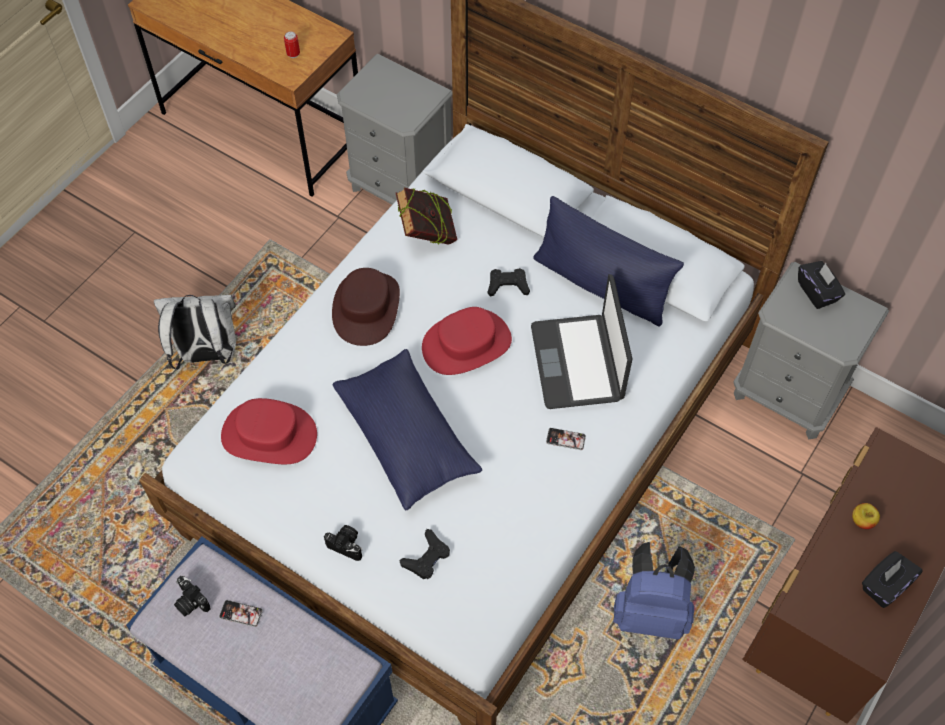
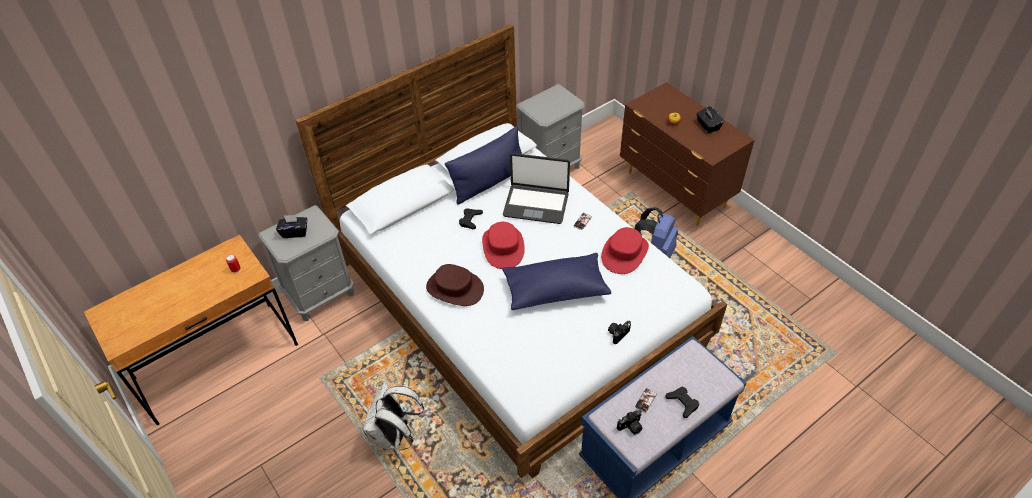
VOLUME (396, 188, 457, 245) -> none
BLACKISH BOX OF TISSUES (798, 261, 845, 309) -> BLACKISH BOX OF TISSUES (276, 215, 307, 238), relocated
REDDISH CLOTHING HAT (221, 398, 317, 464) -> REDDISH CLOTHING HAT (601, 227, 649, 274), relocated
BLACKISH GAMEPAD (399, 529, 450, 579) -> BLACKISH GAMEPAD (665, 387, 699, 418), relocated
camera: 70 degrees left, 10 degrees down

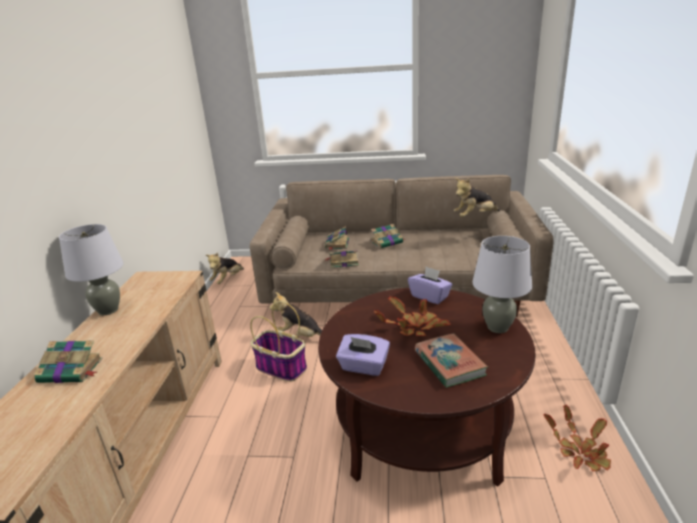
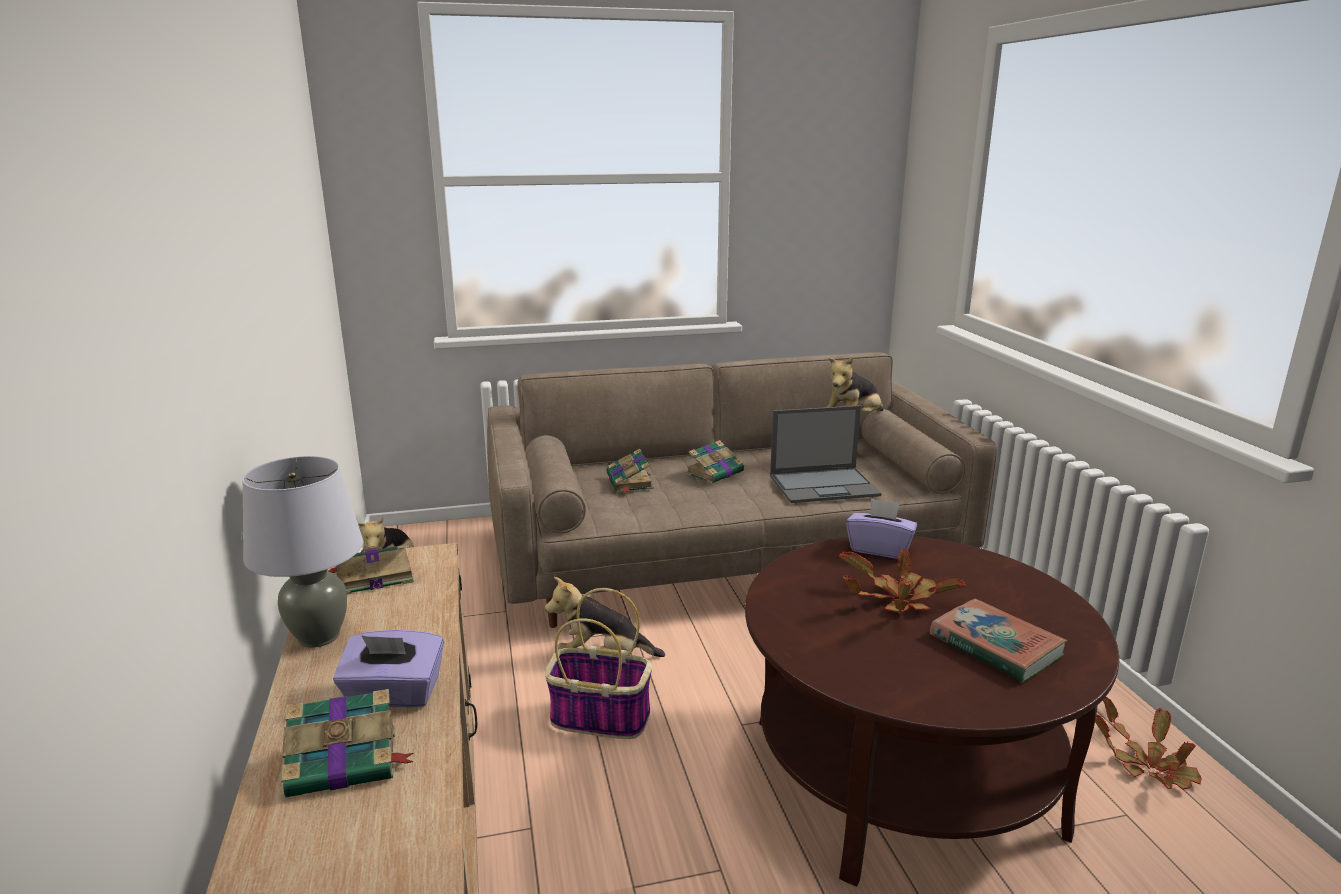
GREYISH TABLETOP LAMP (472, 236, 532, 333) -> none
VOLUME (325, 250, 359, 268) -> VOLUME (328, 544, 414, 594), relocated
PURPLISH BOX OF TISSUES (336, 334, 390, 376) -> PURPLISH BOX OF TISSUES (333, 630, 444, 708), relocated
none -> NOTEBOOK COMPUTER (770, 405, 881, 503)
camera: 20 degrees left, 5 degrees down

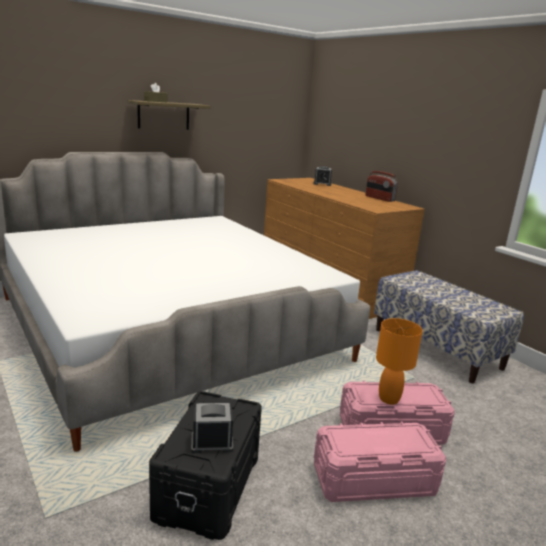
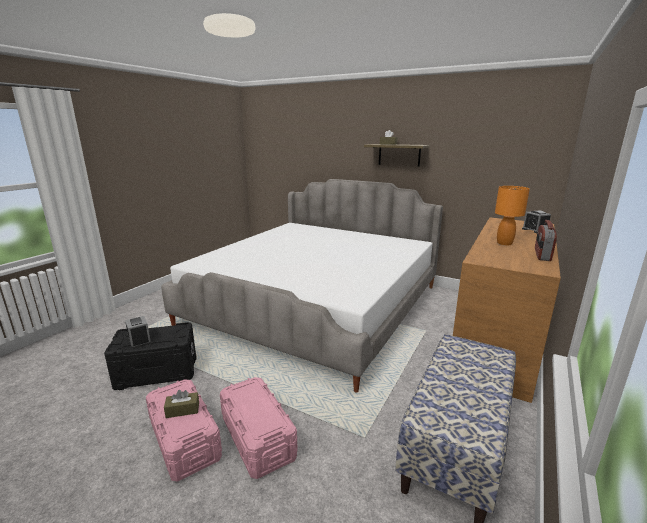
ORANGE-COLOURED TABLETOP LAMP (376, 318, 423, 405) -> ORANGE-COLOURED TABLETOP LAMP (495, 186, 530, 246), relocated
none -> BROWN-COLOURED BOX OF TISSUES (164, 390, 199, 418)
camera: 65 degrees right, 0 degrees up

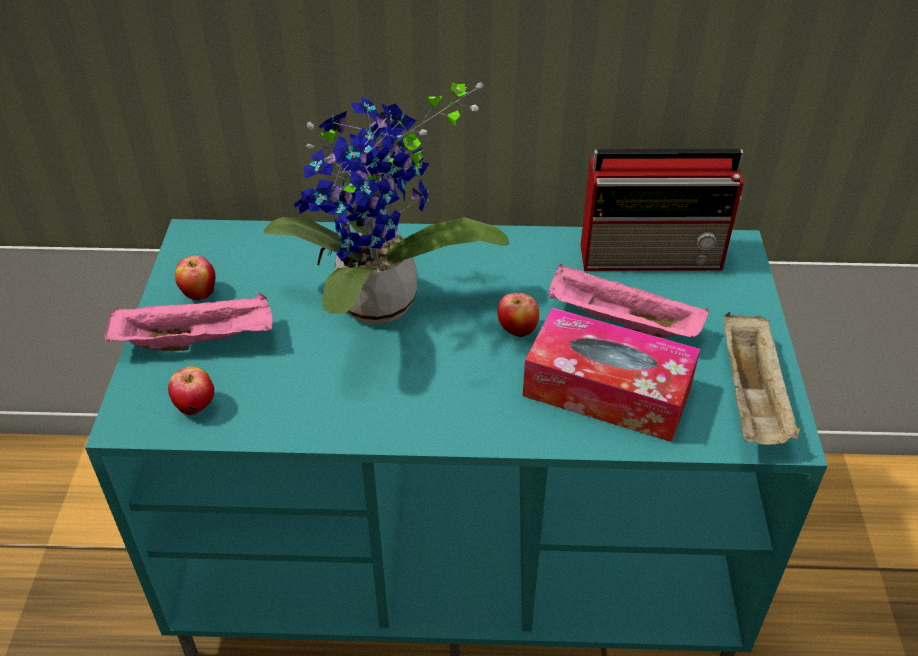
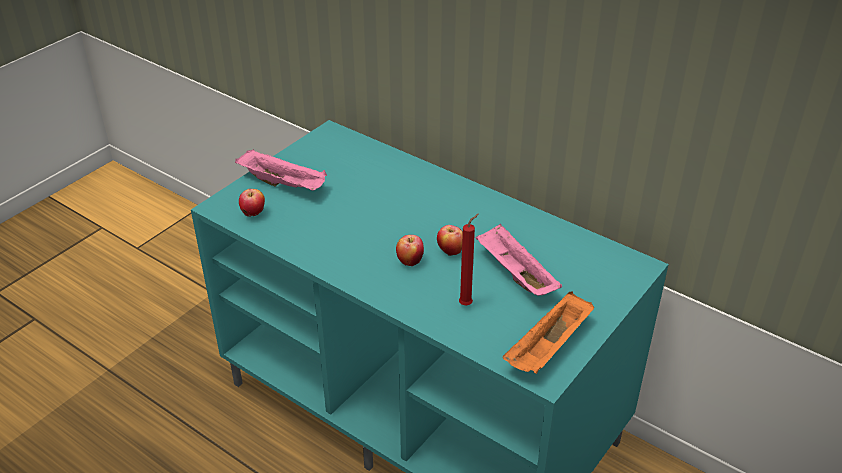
HOUSEPLANT (264, 82, 509, 324) -> none
RADIO RECEIVER (581, 149, 744, 271) -> none
WHOLE APPLE (175, 255, 215, 300) -> WHOLE APPLE (396, 235, 424, 266), relocated
BOX OF TISSUES (523, 308, 700, 442) -> REDDISH WAX LIGHT (459, 213, 479, 305)
SAND-COLOURED TRAY (723, 312, 800, 445) -> ORANGE-COLOURED TRAY (503, 291, 594, 374)
camera: 35 degrees right, 5 degrees down

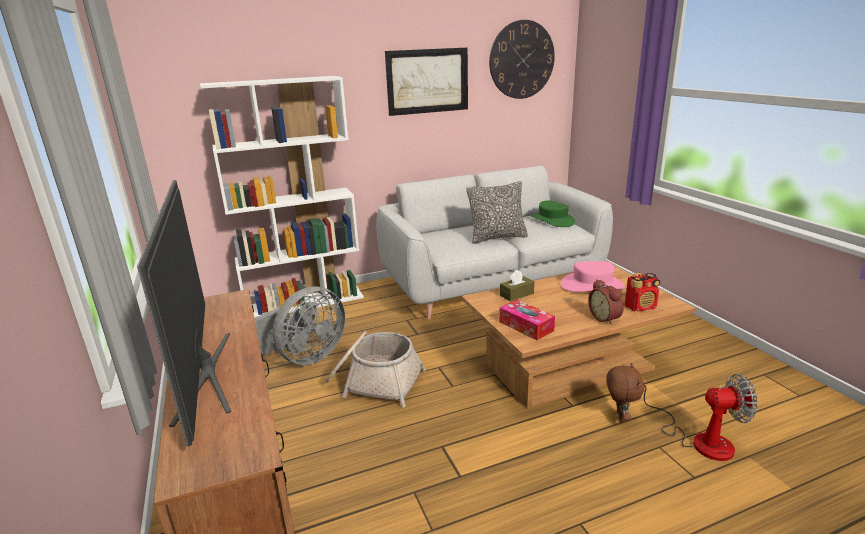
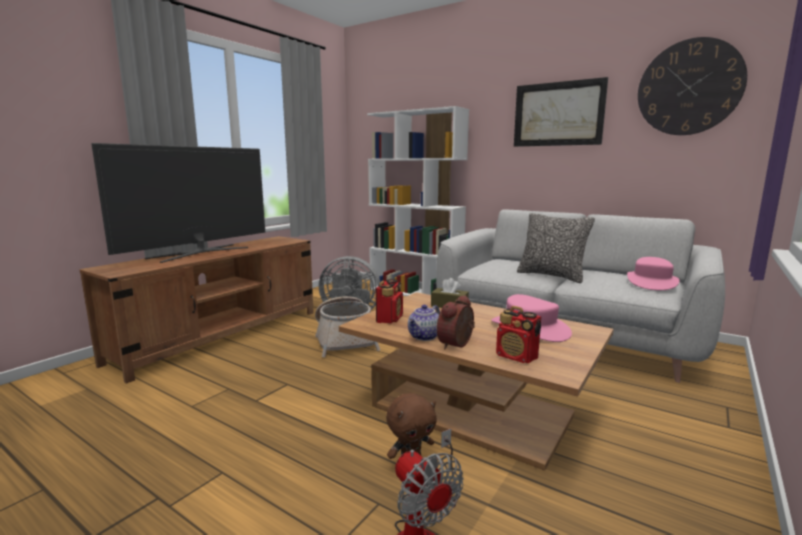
GREENISH CLOTHING HAT (531, 200, 575, 227) -> PINKISH CLOTHING HAT (627, 257, 679, 290)
BOX OF TISSUES (499, 300, 555, 340) -> RADIO RECEIVER (376, 279, 403, 324)
none -> TEAPOT (408, 305, 440, 341)
camera: 55 degrees right, 10 degrees down

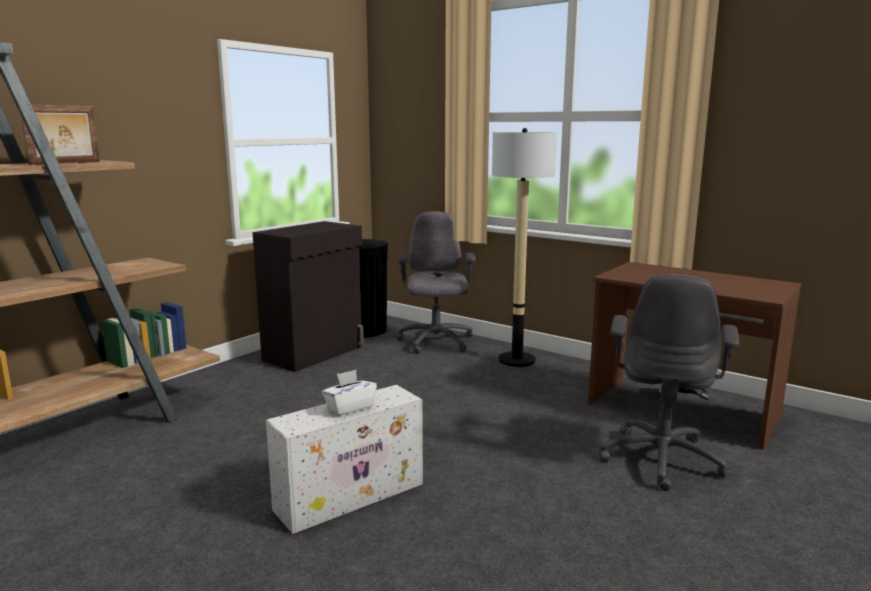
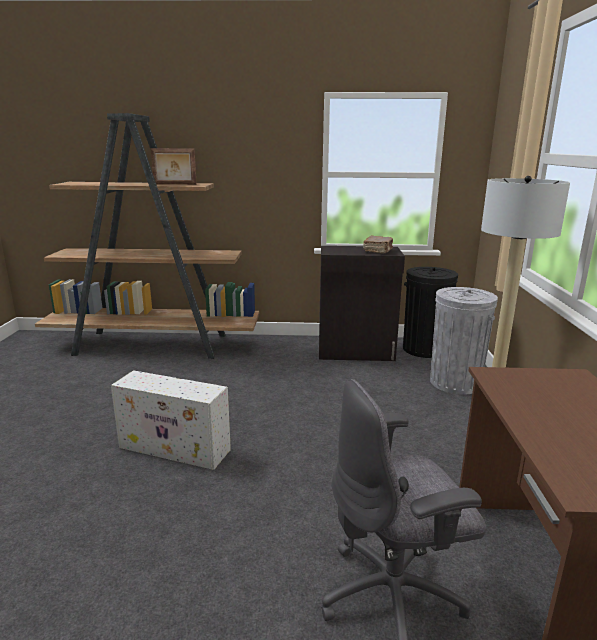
GREYISH OFFICE CHAIR (397, 211, 476, 354) -> GREYISH TRASH CAN (430, 287, 498, 395)
WHITE-COLOURED BOX OF TISSUES (322, 370, 377, 416) -> none
none -> BROWN-COLOURED VOLUME (363, 236, 393, 253)
camera: 55 degrees right, 5 degrees up

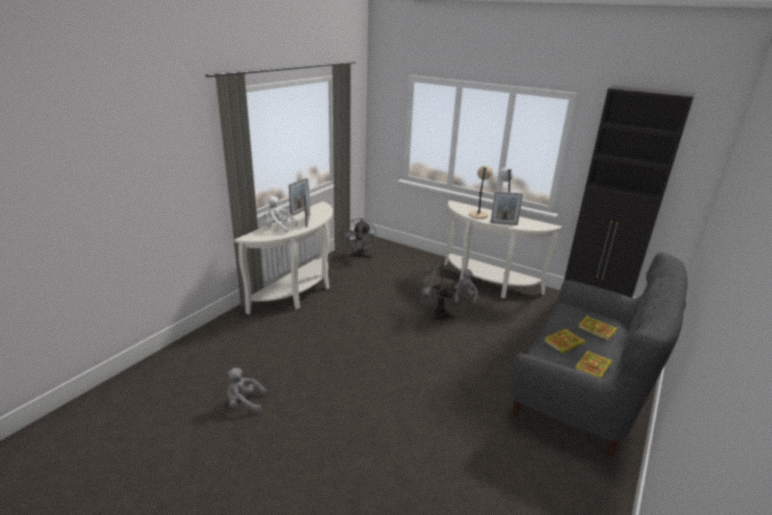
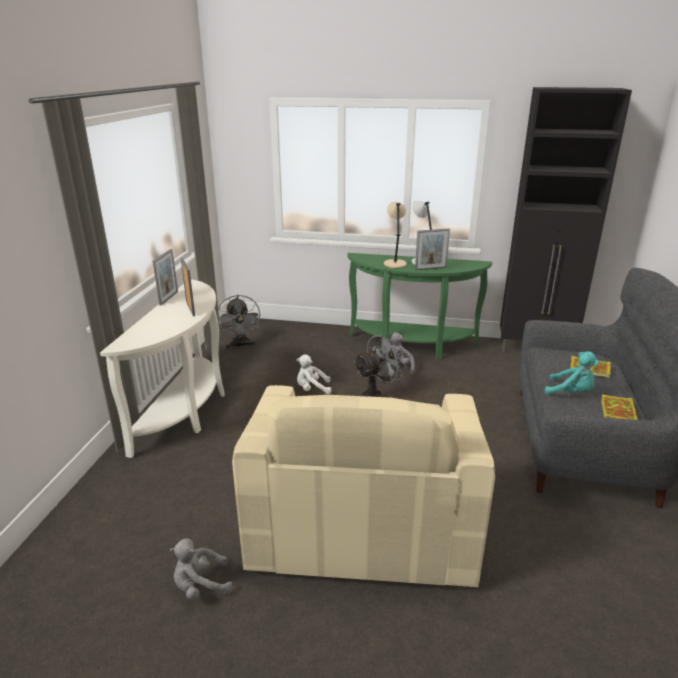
WHITE-COLOURED SOFT TOY (266, 196, 298, 233) -> WHITE-COLOURED SOFT TOY (296, 354, 331, 394), relocated
WHITE-COLOURED CONSOLE TABLE (444, 200, 562, 298) -> GREENISH CONSOLE TABLE (347, 253, 492, 360)
GREYISH ELECTRIC FAN (420, 265, 457, 321) -> GREYISH ELECTRIC FAN (354, 333, 406, 397), 150 degrees clockwise
VOLUME (544, 329, 585, 353) -> BLUE-GREEN SOFT TOY (545, 351, 599, 395)
none -> SAND-COLOURED LOUNGE CHAIR (232, 385, 495, 587)
camera: 20 degrees left, 0 degrees up

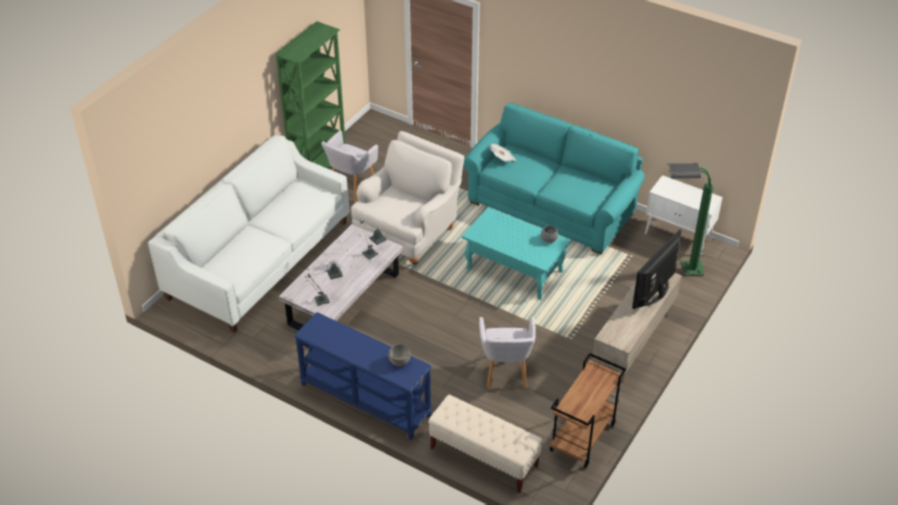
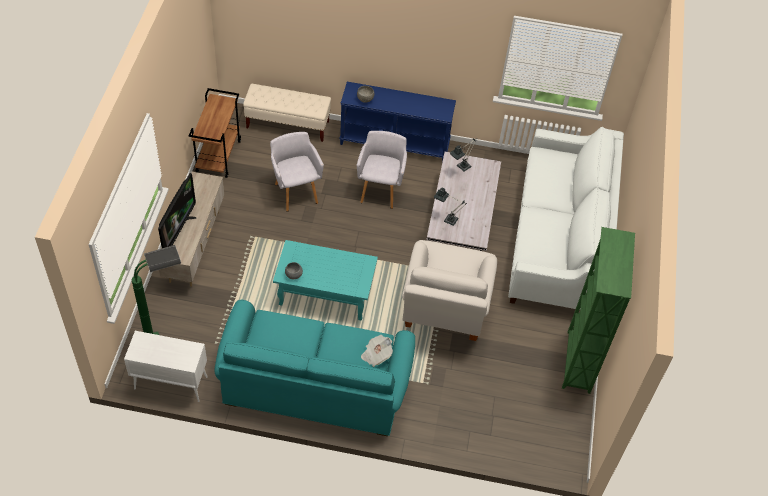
GREYISH LOUNGE CHAIR (321, 130, 378, 202) -> GREYISH LOUNGE CHAIR (357, 131, 407, 209), relocated
camera: 155 degrees right, 10 degrees up

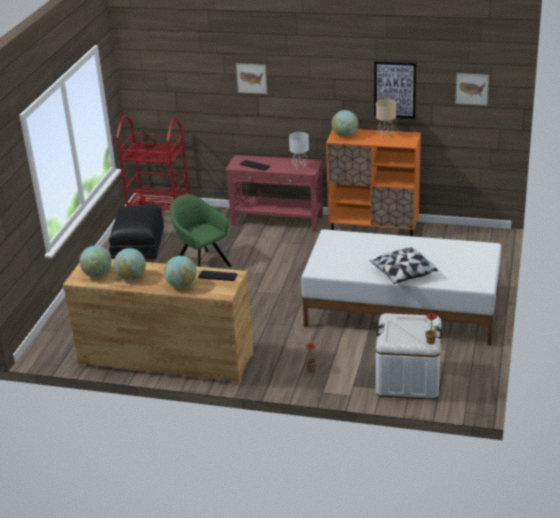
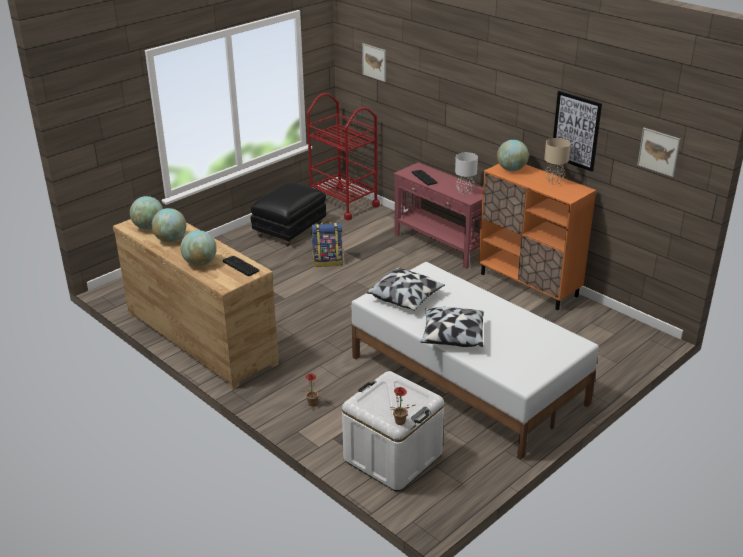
PICTURE (236, 63, 267, 94) -> PICTURE (362, 43, 386, 82), relocated
GREENISH LOUNGE CHAIR (169, 194, 232, 267) -> BACKPACK (311, 222, 343, 267)
none -> CUSHION (367, 267, 445, 311)
camera: 30 degrees right, 0 degrees up

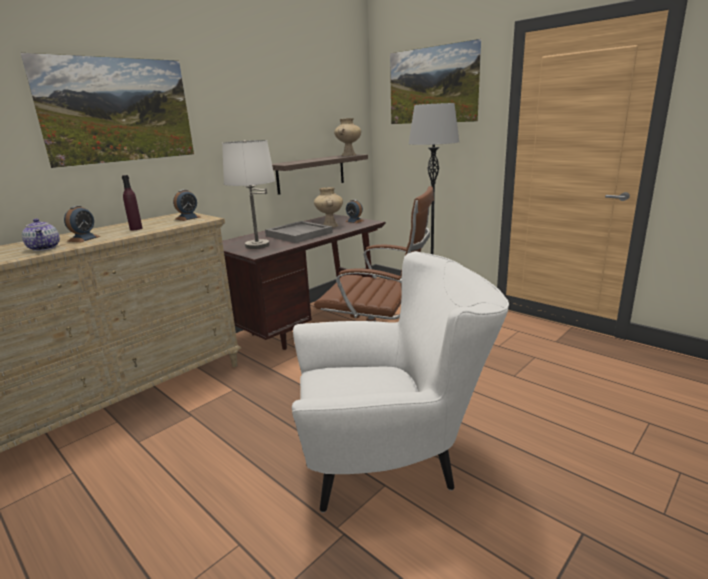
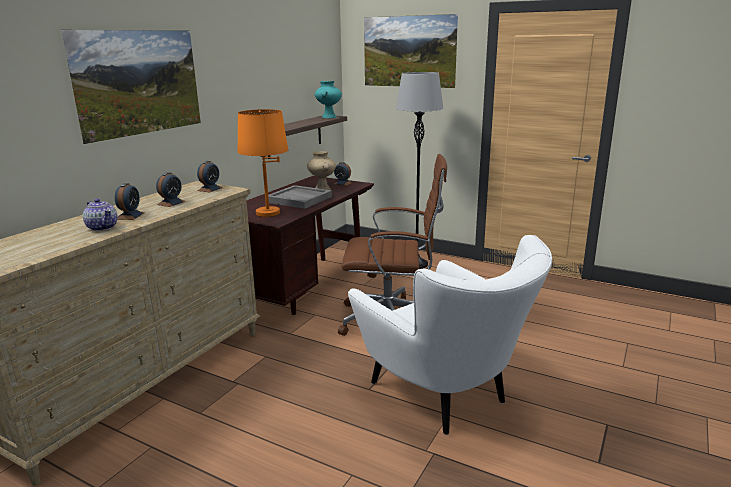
SAND-COLOURED VASE (334, 118, 361, 156) -> BLUE-GREEN VASE (315, 81, 342, 118)
WHITE-COLOURED TABLETOP LAMP (222, 140, 275, 249) -> ORANGE-COLOURED TABLETOP LAMP (238, 109, 288, 217)
PURPLISH BOTTLE (122, 175, 143, 230) -> ALARM CLOCK (156, 172, 186, 207)
WHITE-COLOURED LOUNGE CHAIR (292, 251, 509, 513) -> WHITE-COLOURED LOUNGE CHAIR (348, 235, 552, 435), 75 degrees clockwise
camera: 15 degrees left, 0 degrees up

